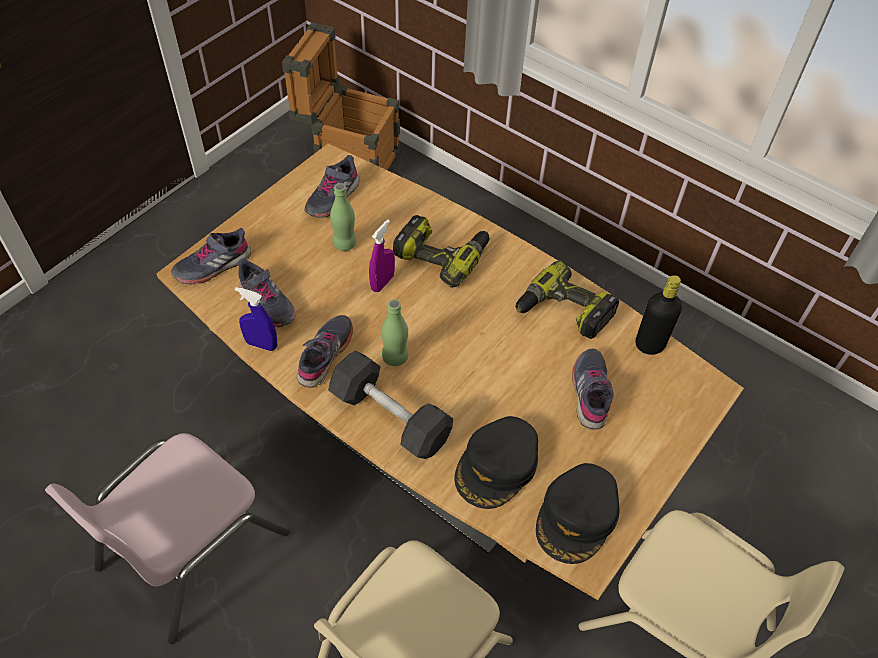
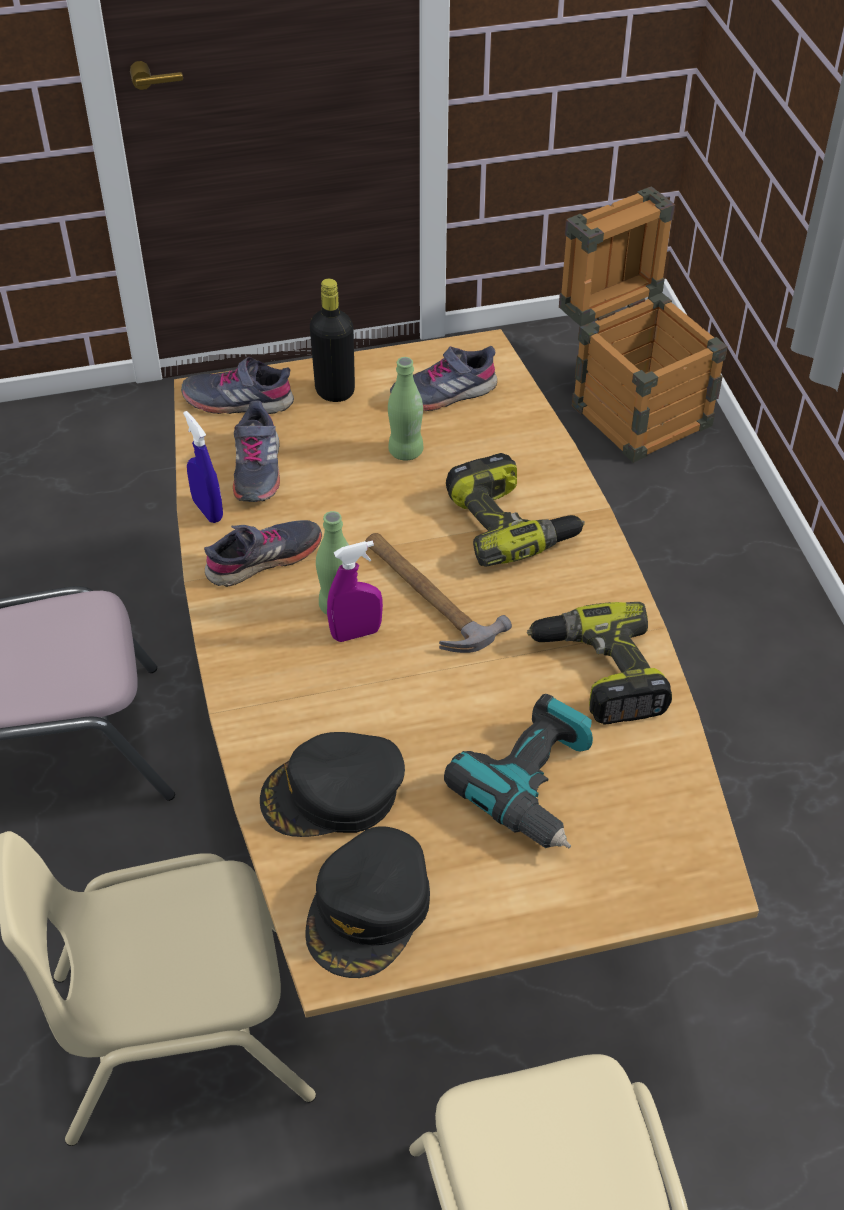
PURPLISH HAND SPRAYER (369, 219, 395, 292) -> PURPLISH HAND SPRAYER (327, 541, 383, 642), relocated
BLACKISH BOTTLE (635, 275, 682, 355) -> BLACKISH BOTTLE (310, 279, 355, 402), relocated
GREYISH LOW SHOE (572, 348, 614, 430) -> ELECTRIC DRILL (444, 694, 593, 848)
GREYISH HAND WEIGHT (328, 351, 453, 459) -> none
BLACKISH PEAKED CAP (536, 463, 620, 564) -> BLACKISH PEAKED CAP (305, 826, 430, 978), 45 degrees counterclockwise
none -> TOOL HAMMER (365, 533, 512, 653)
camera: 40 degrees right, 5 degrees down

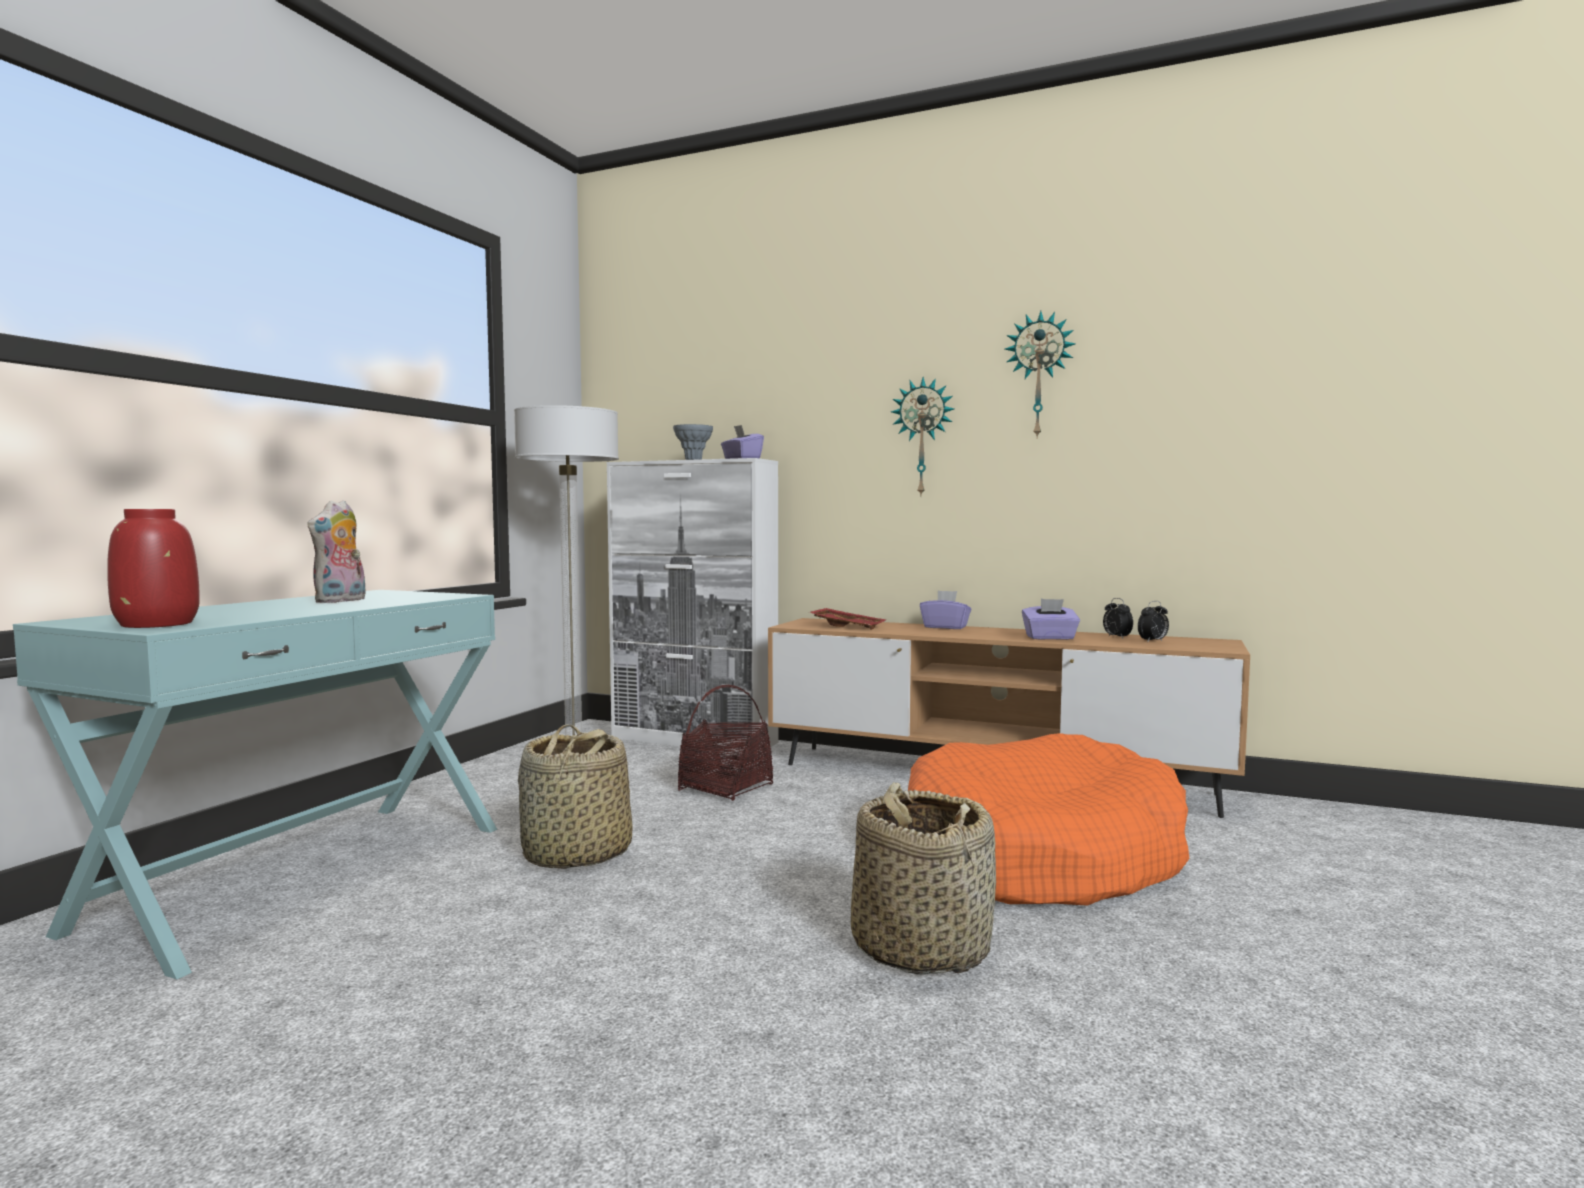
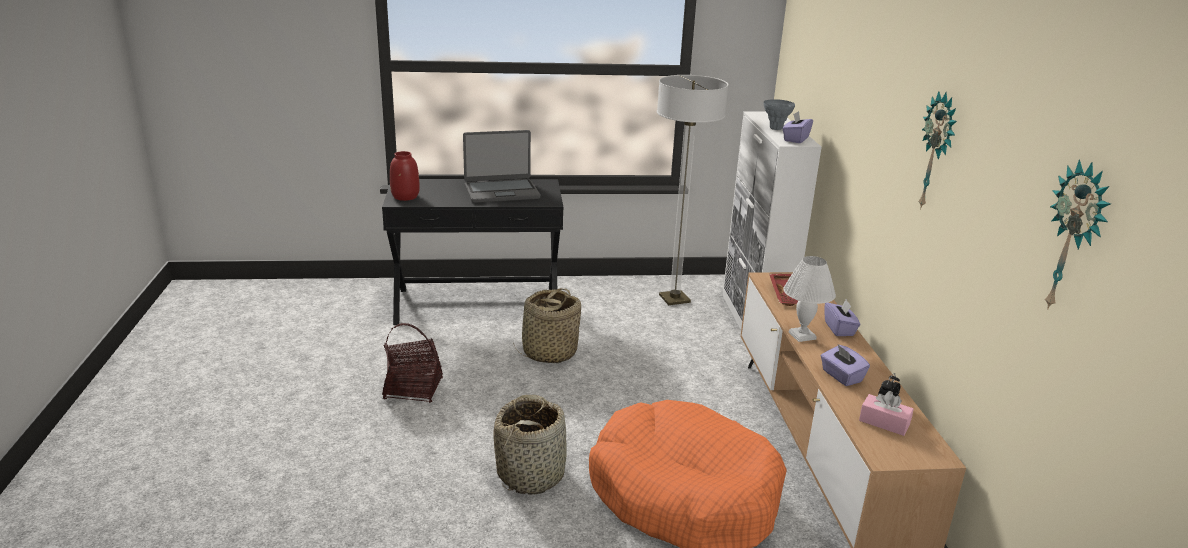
HANGING CLOCK (891, 377, 954, 495) -> HANGING CLOCK (1045, 159, 1111, 310), relocated
SOFT TOY (307, 500, 366, 603) -> NOTEBOOK COMPUTER (463, 130, 541, 203)
BLUE-GREEN CONSOLE TABLE (13, 590, 497, 980) -> BLACKISH CONSOLE TABLE (382, 179, 563, 325)
ALARM CLOCK (1138, 601, 1169, 643) -> PINKISH BOX OF TISSUES (859, 391, 914, 436)
STORAGE BASKET (678, 685, 773, 801) -> STORAGE BASKET (382, 323, 443, 403), relocated
none -> WHITE-COLOURED TABLETOP LAMP (783, 256, 836, 342)
camera: 60 degrees right, 20 degrees up

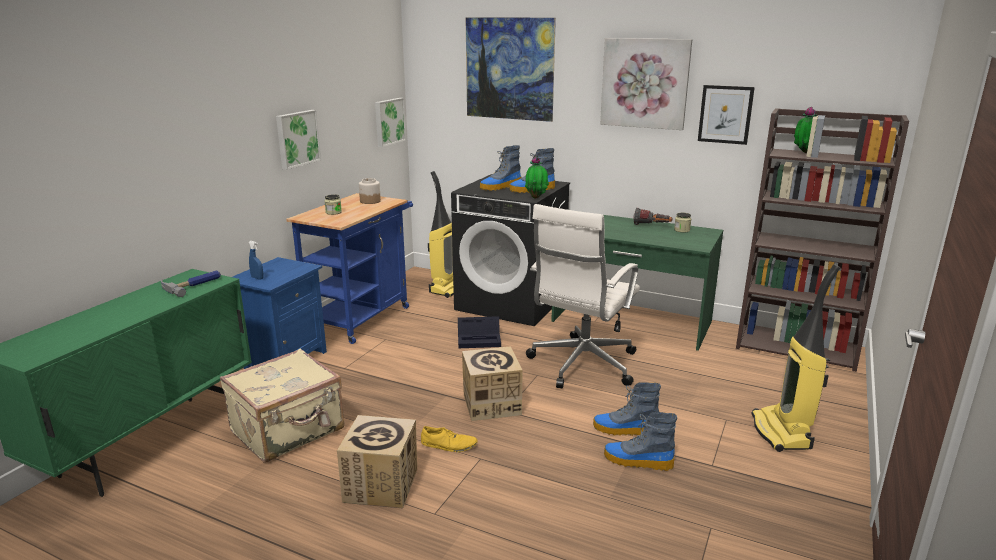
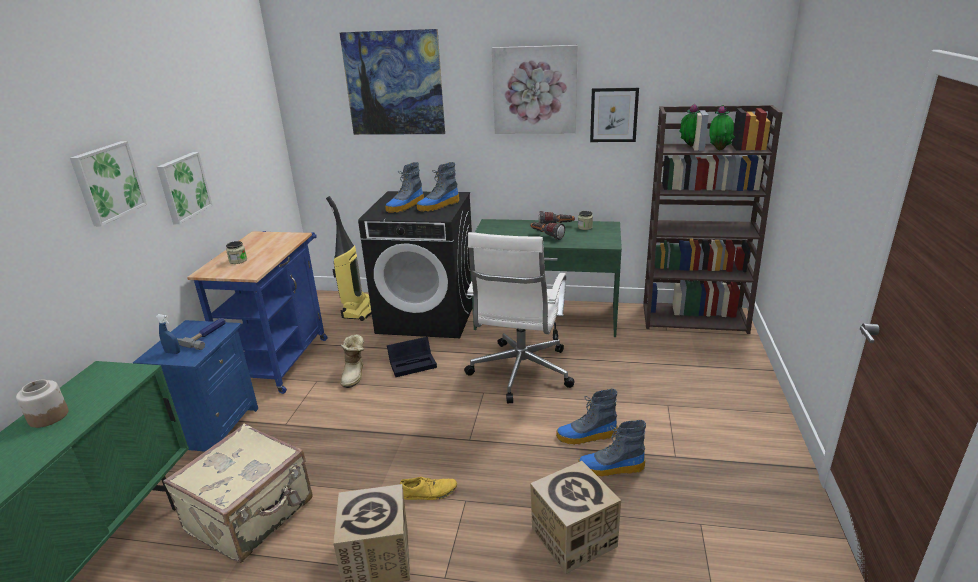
PICTURE (375, 98, 406, 147) -> PICTURE (70, 141, 147, 226), relocated
HOUSEPLANT (525, 156, 549, 199) -> HOUSEPLANT (709, 105, 735, 150), relocated
PRESERVE JAR (359, 178, 381, 204) -> PRESERVE JAR (16, 380, 69, 428), relocated
VACUUM CLEANER (751, 264, 840, 452) -> none
TOOL HAMMER (161, 271, 221, 297) -> TOOL HAMMER (177, 318, 226, 350), relocated
CARTON (462, 346, 523, 421) -> CARTON (530, 461, 621, 574), relocated
none -> HAND TORCH (530, 222, 565, 240)
none -> TALL BOOT (340, 334, 365, 388)
camera: 15 degrees left, 5 degrees up

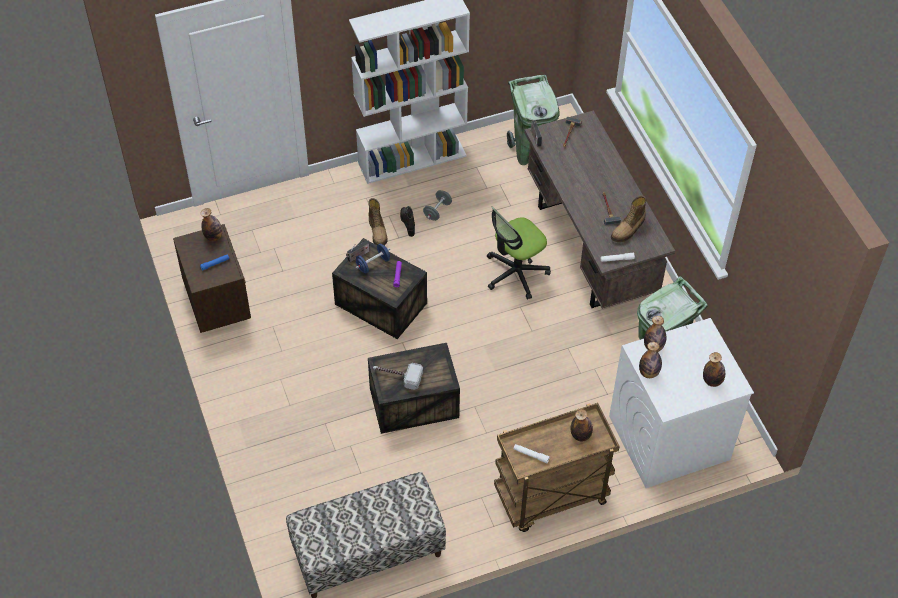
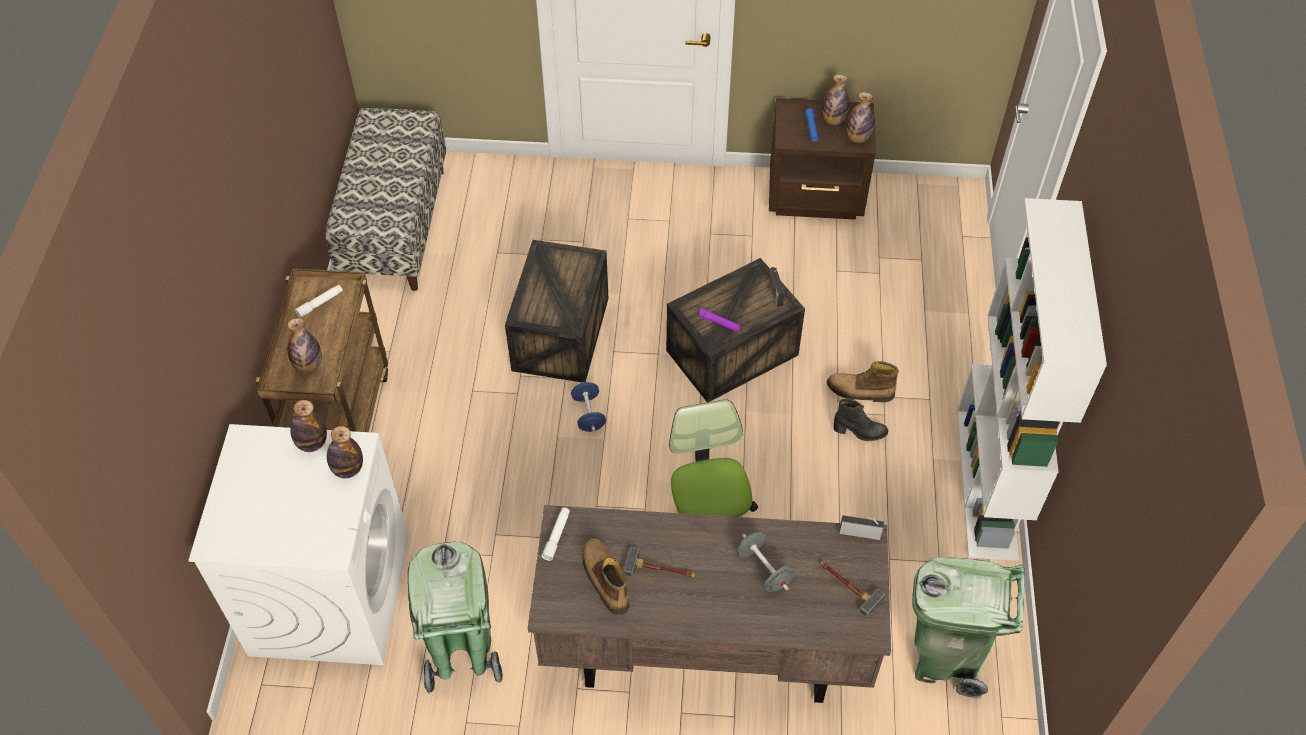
GREYISH HAND WEIGHT (423, 190, 452, 221) -> GREYISH HAND WEIGHT (737, 532, 794, 592), relocated
BLUE-COLOURED HAND WEIGHT (355, 244, 390, 273) -> BLUE-COLOURED HAND WEIGHT (571, 382, 606, 432), relocated
BOTTLE (703, 352, 725, 387) -> BOTTLE (822, 74, 850, 125), relocated
TOOL HAMMER (373, 363, 423, 390) -> none
camera: 115 degrees right, 0 degrees up

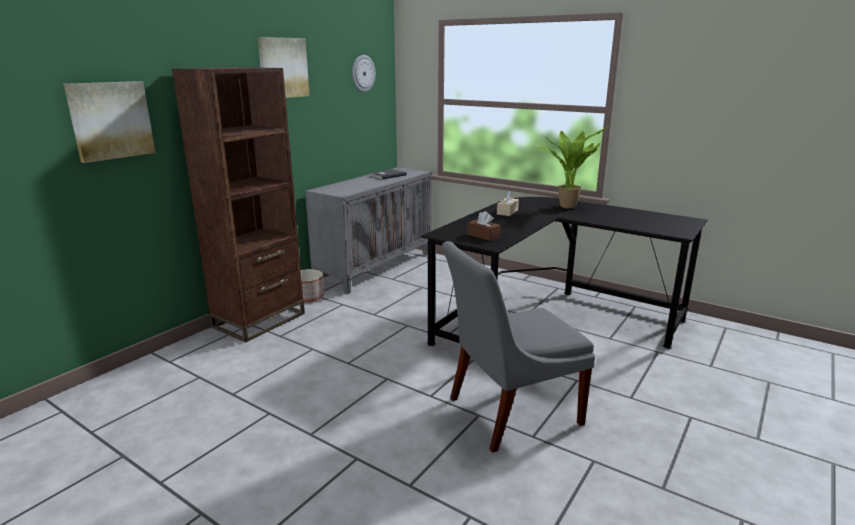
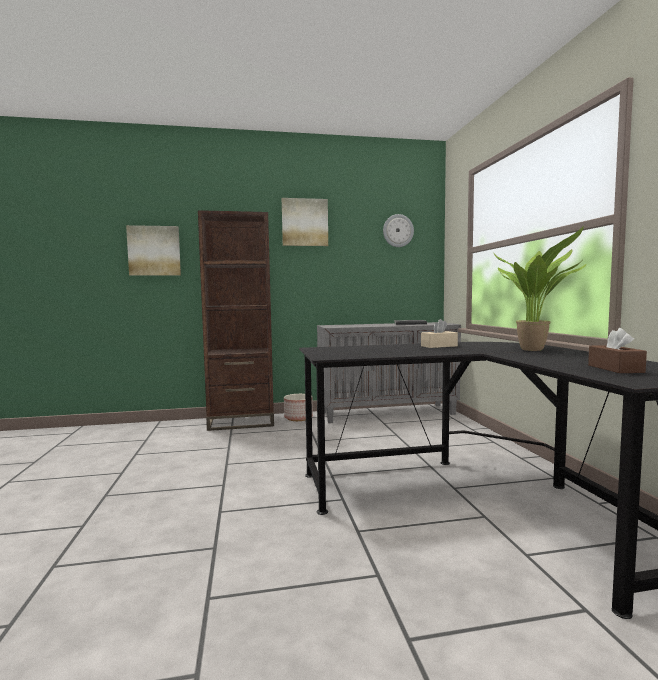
BROWN-COLOURED BOX OF TISSUES (467, 211, 500, 241) -> BROWN-COLOURED BOX OF TISSUES (588, 328, 647, 373), relocated
GREYISH PLAIN CHAIR (442, 241, 595, 452) -> none
camera: 45 degrees right, 15 degrees down

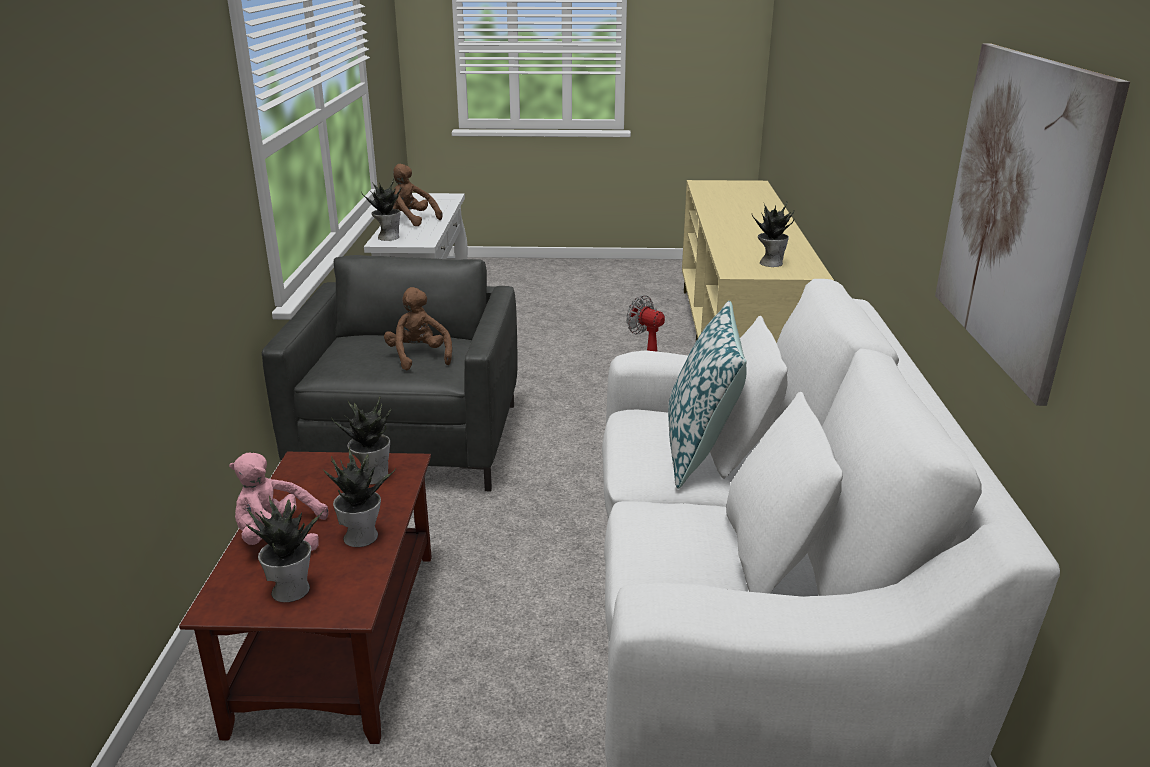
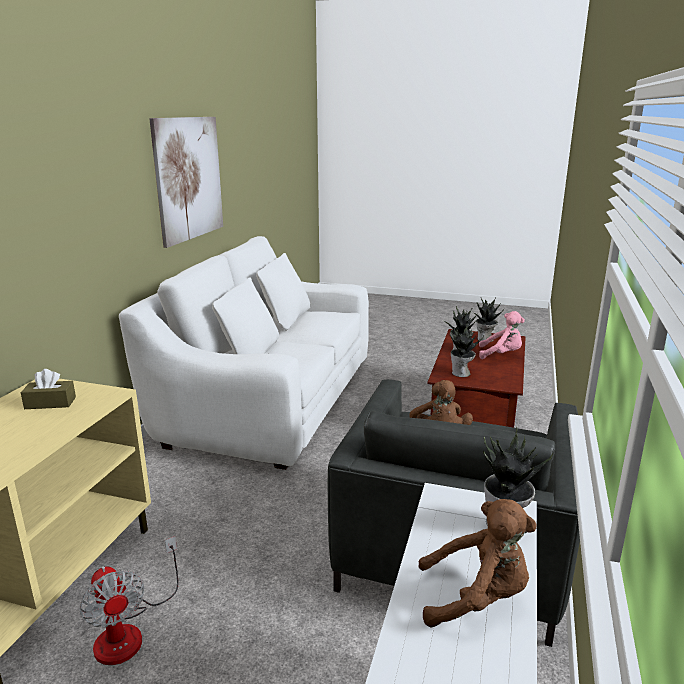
BROWN-COLOURED SOFT TOY (392, 164, 443, 226) -> BROWN-COLOURED SOFT TOY (418, 499, 536, 628), 45 degrees counterclockwise
HOUSEPLANT (752, 201, 795, 267) -> BROWN-COLOURED BOX OF TISSUES (21, 369, 76, 409)
CUSHION (668, 301, 747, 489) -> none
camera: 165 degrees left, 5 degrees down

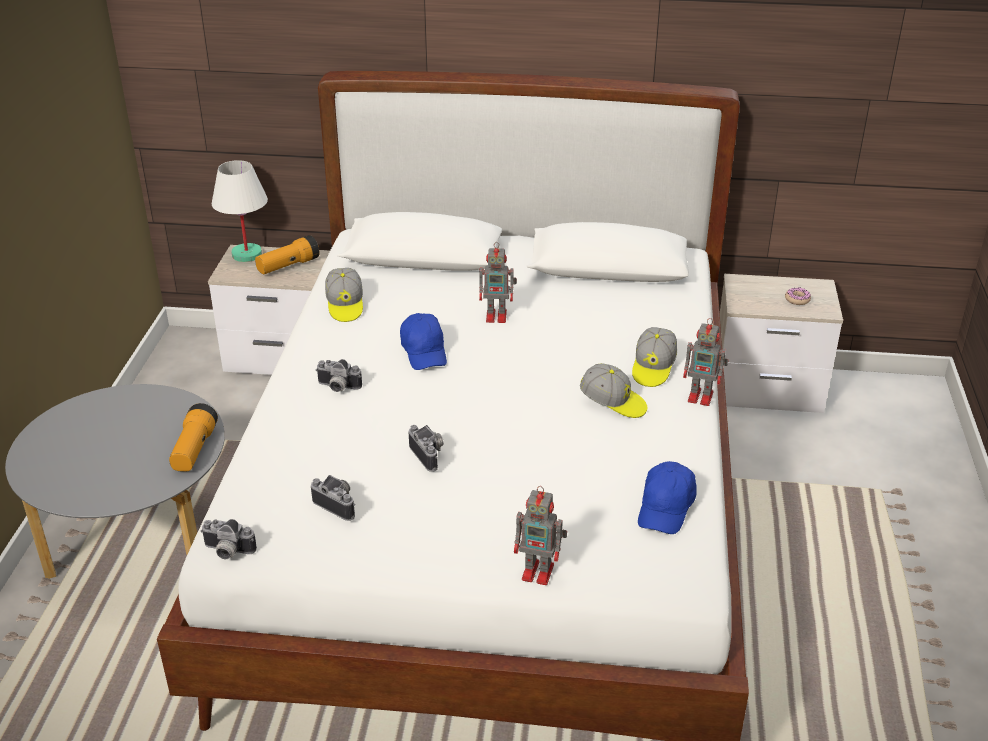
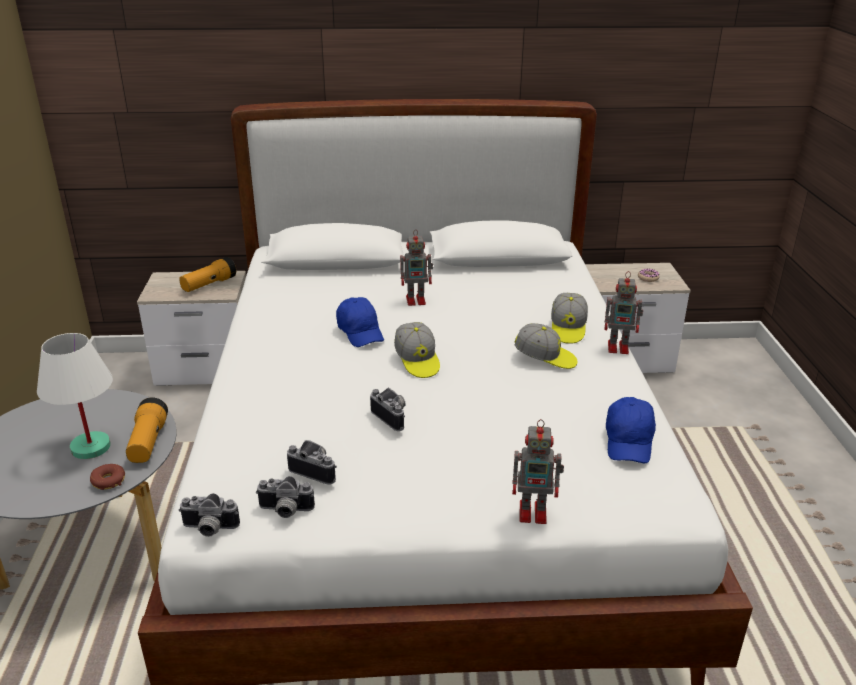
WHITE-COLOURED TABLETOP LAMP (212, 160, 268, 262) -> WHITE-COLOURED TABLETOP LAMP (37, 333, 113, 459), relocated
PEAKED CAP (325, 268, 363, 322) -> PEAKED CAP (394, 322, 440, 378), relocated
STILL CAMERA (316, 359, 362, 392) -> STILL CAMERA (256, 476, 315, 518), relocated
none -> DOUGHNUT (90, 464, 125, 490)
camera: 10 degrees left, 5 degrees down

